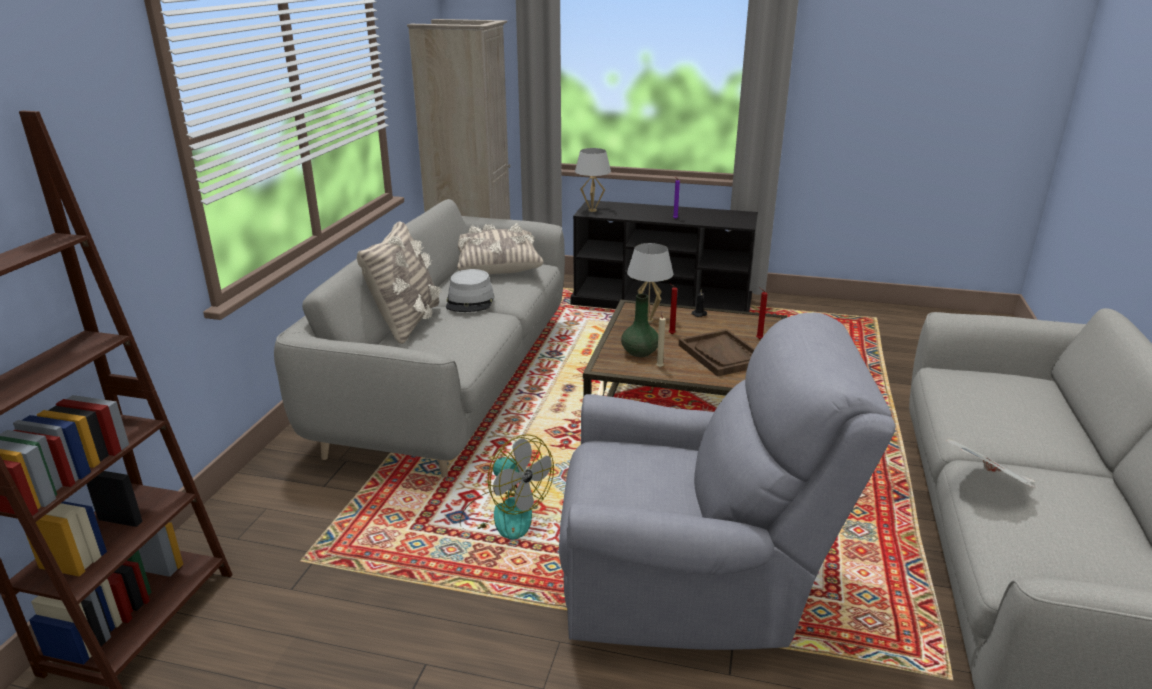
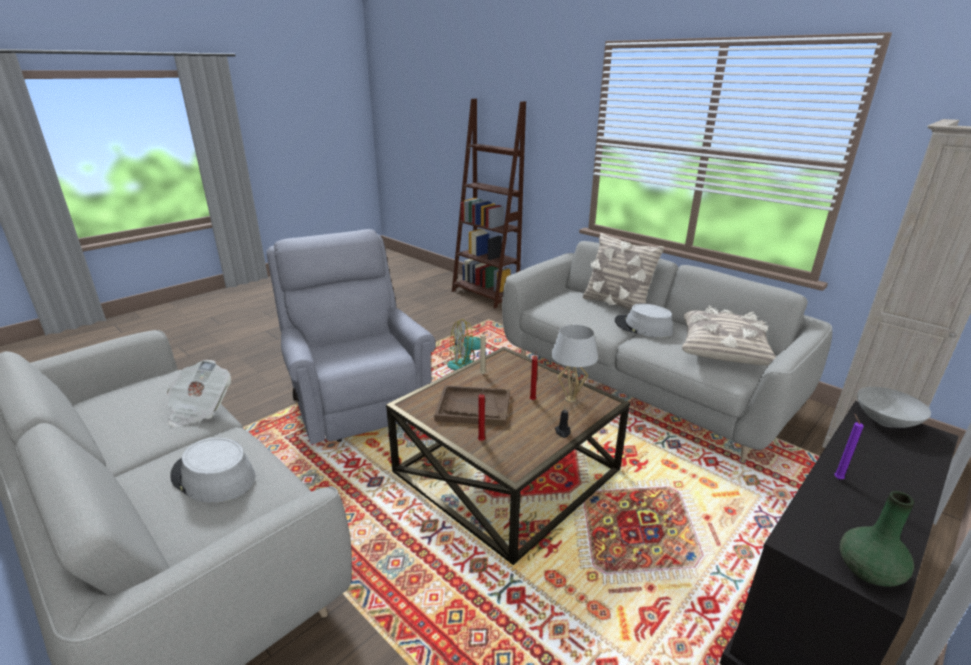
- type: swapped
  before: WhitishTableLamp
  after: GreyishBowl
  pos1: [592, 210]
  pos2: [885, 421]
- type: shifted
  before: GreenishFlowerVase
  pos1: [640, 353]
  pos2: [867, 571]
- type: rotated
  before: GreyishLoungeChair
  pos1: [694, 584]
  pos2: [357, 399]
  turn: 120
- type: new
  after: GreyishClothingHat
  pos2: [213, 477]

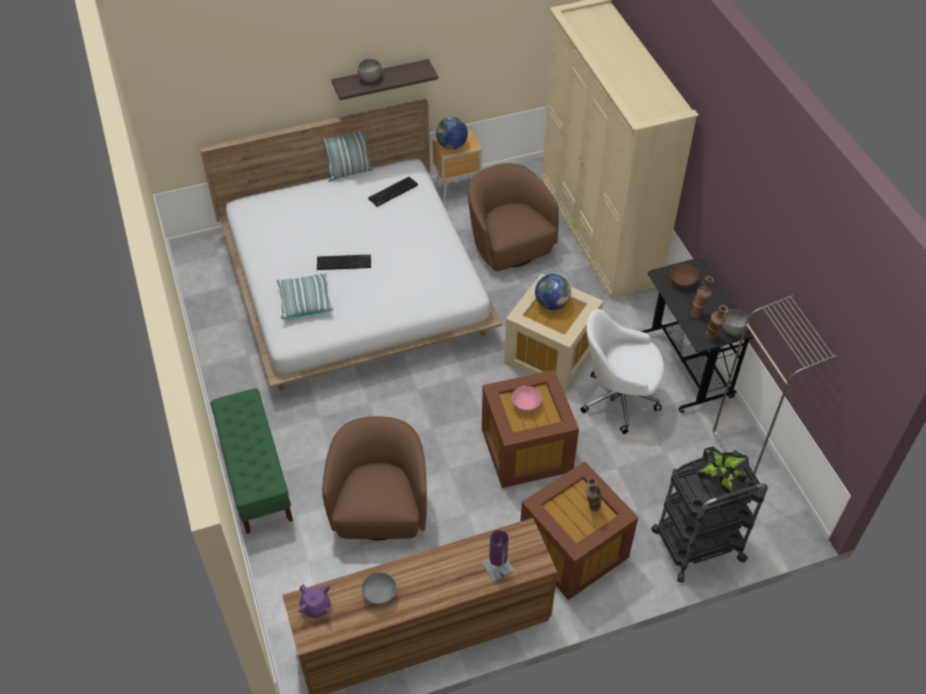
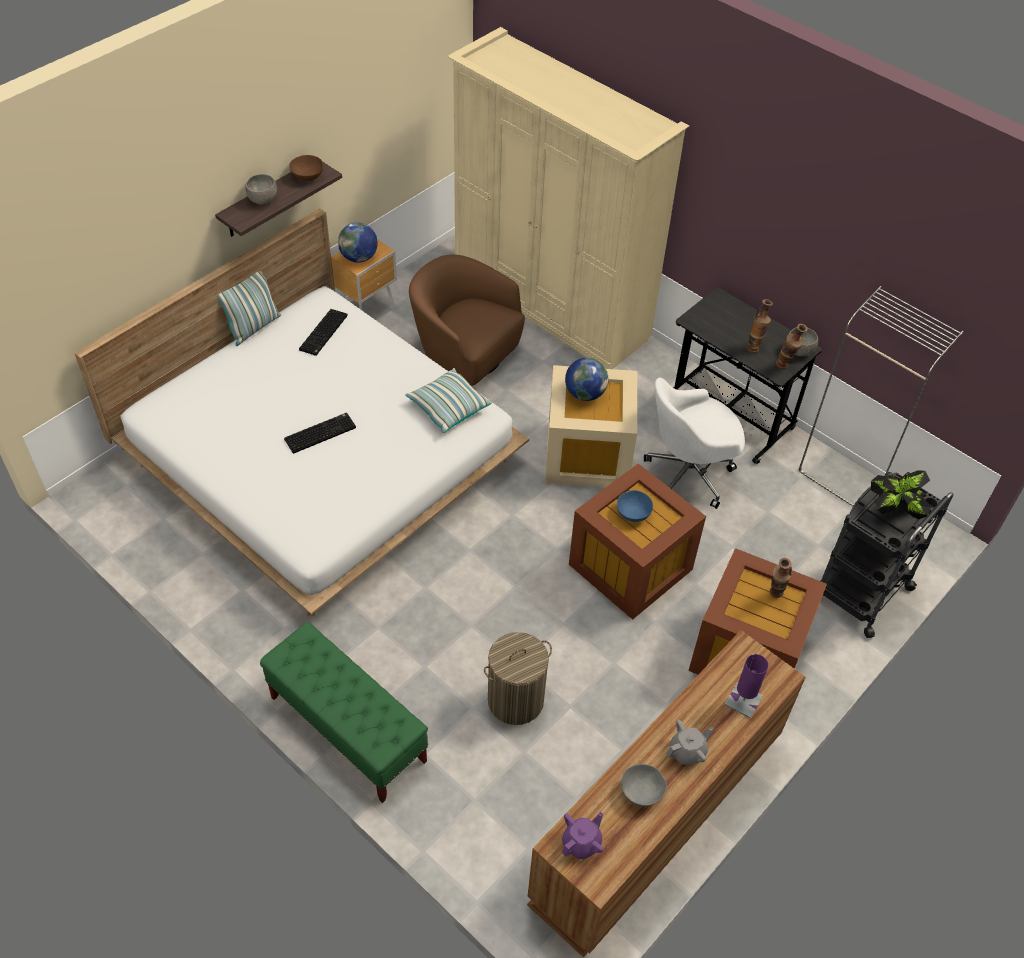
- type: shifted
  before: BrownColouredBowl
  pos1: [682, 282]
  pos2: [307, 176]
- type: shifted
  before: Cushion
  pos1: [305, 302]
  pos2: [448, 407]
- type: repainted
  before: PinkishBowl
  after: BlueColouredBowl
  pos1: [526, 405]
  pos2: [633, 513]
- type: swapped
  before: BrownColouredLoungeChair
  after: WashingBasket
  pos1: [379, 507]
  pos2: [515, 700]
- type: rotated
  before: PurpleTeaPot
  pos1: [316, 607]
  pos2: [581, 843]
  turn: -60
- type: new
  after: GreyishTeaPot
  pos2: [687, 751]

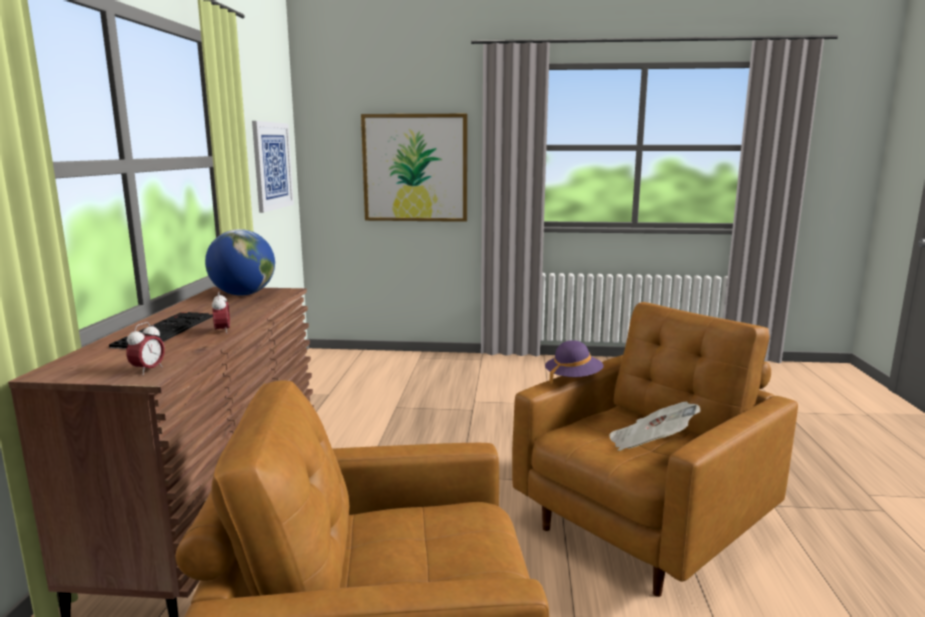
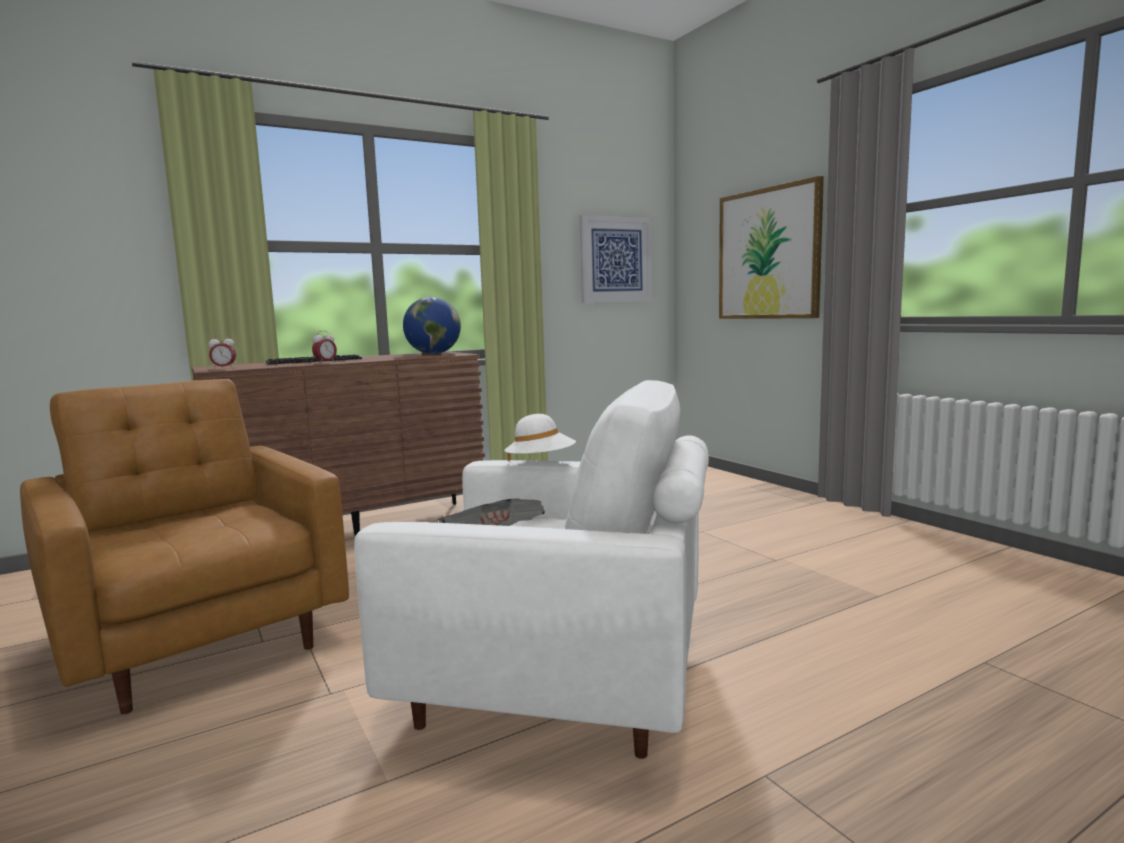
- type: repainted
  before: BrownColouredLoungeChair
  after: WhitishLoungeChair
  pos1: [645, 527]
  pos2: [558, 686]
- type: repainted
  before: PurpleClothingHat
  after: WhitishClothingHat
  pos1: [573, 379]
  pos2: [541, 463]

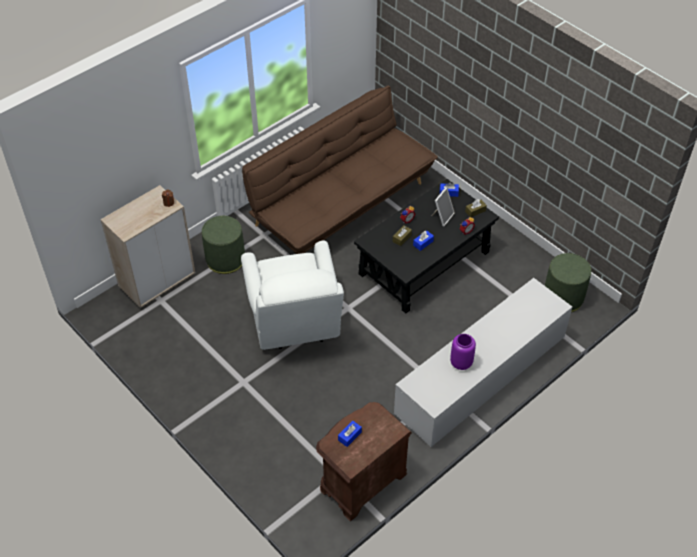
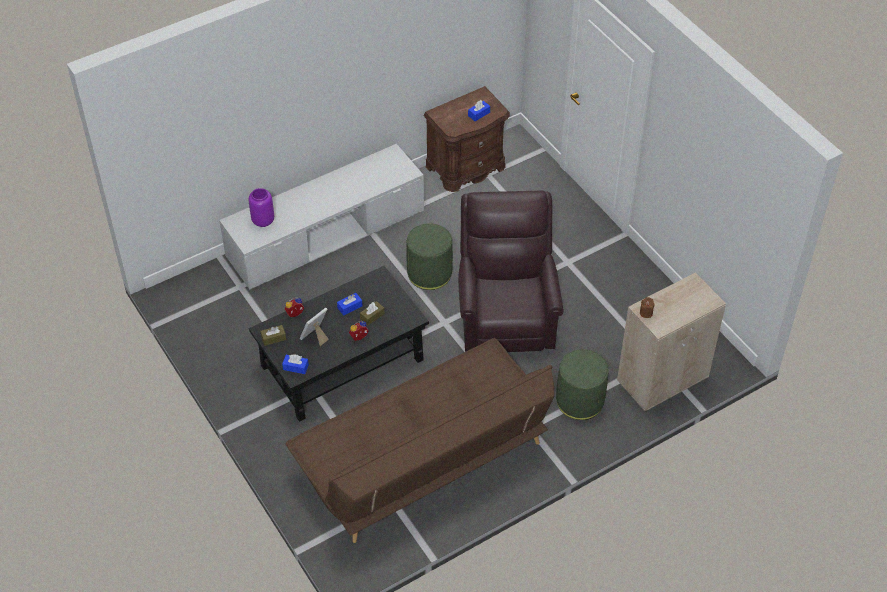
- type: repainted
  before: WhitishLoungeChair
  after: BrownColouredLoungeChair
  pos1: [295, 323]
  pos2: [506, 313]
- type: shifted
  before: GreenishOttoman
  pos1: [563, 297]
  pos2: [429, 273]
- type: shifted
  before: PurpleFlowerVase
  pos1: [461, 362]
  pos2: [262, 221]

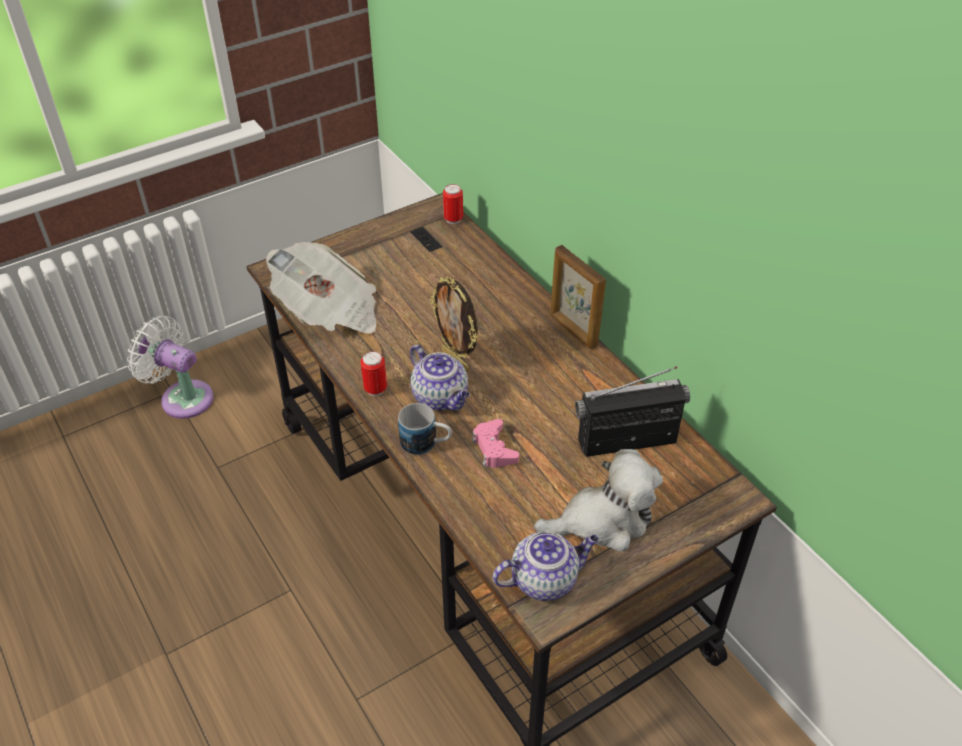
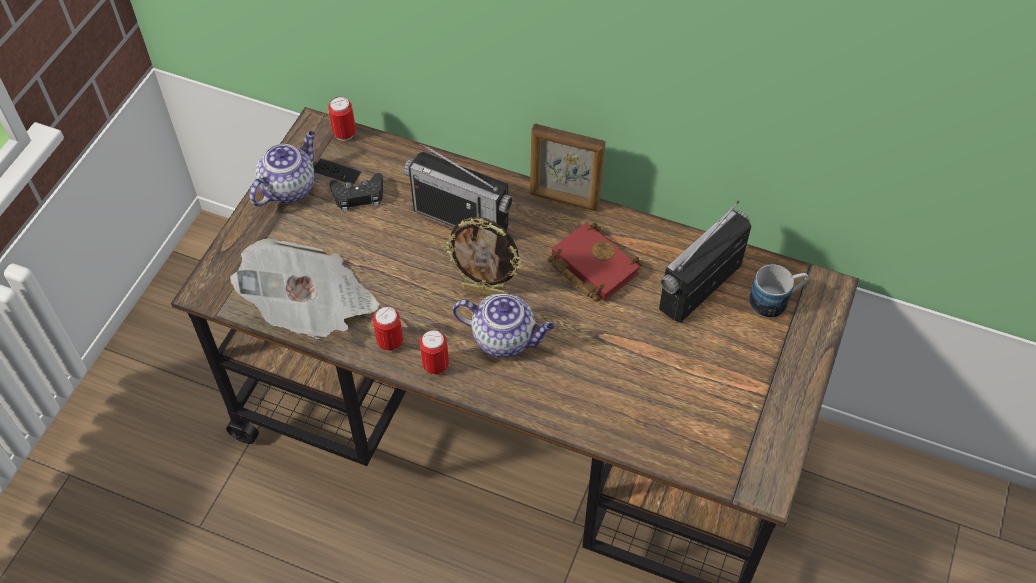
- type: gone
  before: WhitishFan
  pos1: [182, 397]
- type: shifted
  before: Mug
  pos1: [426, 443]
  pos2: [776, 300]
- type: gone
  before: PinkishGameController
  pos1: [494, 449]
- type: gone
  before: SoftToy
  pos1: [603, 521]
- type: shifted
  before: TeaPot
  pos1: [545, 579]
  pos2: [289, 187]
- type: new
  after: Radio
  pos2: [461, 219]
- type: new
  after: BlackGameController
  pos2: [358, 196]
- type: new
  after: RedColouredBook
  pos2: [590, 267]
- type: new
  after: Can
  pos2: [390, 342]

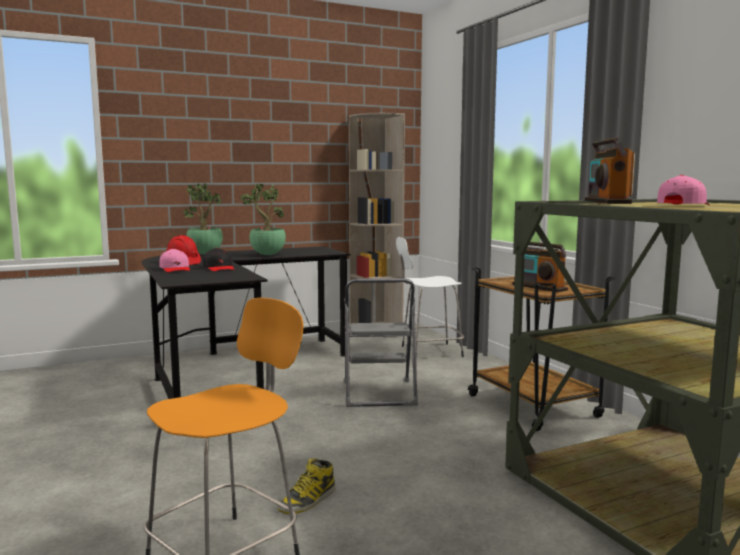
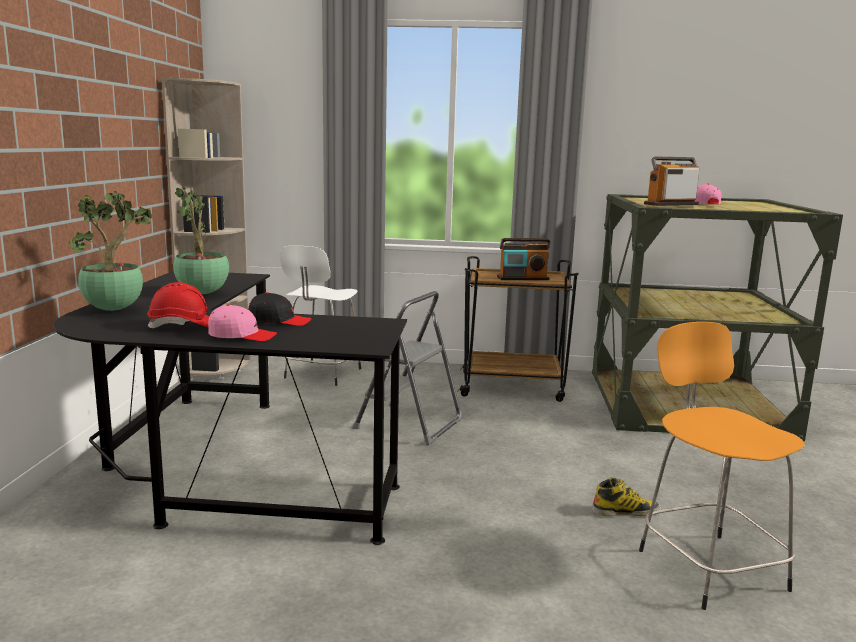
- type: rotated
  before: Radio
  pos1: [606, 202]
  pos2: [671, 204]
  turn: 120
- type: rotated
  before: Boot
  pos1: [308, 501]
  pos2: [625, 511]
  turn: -75

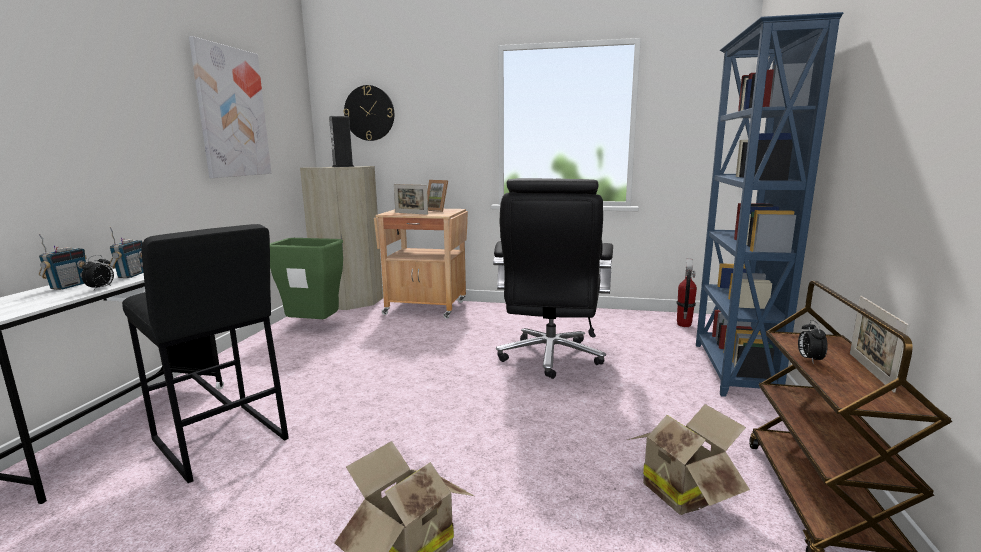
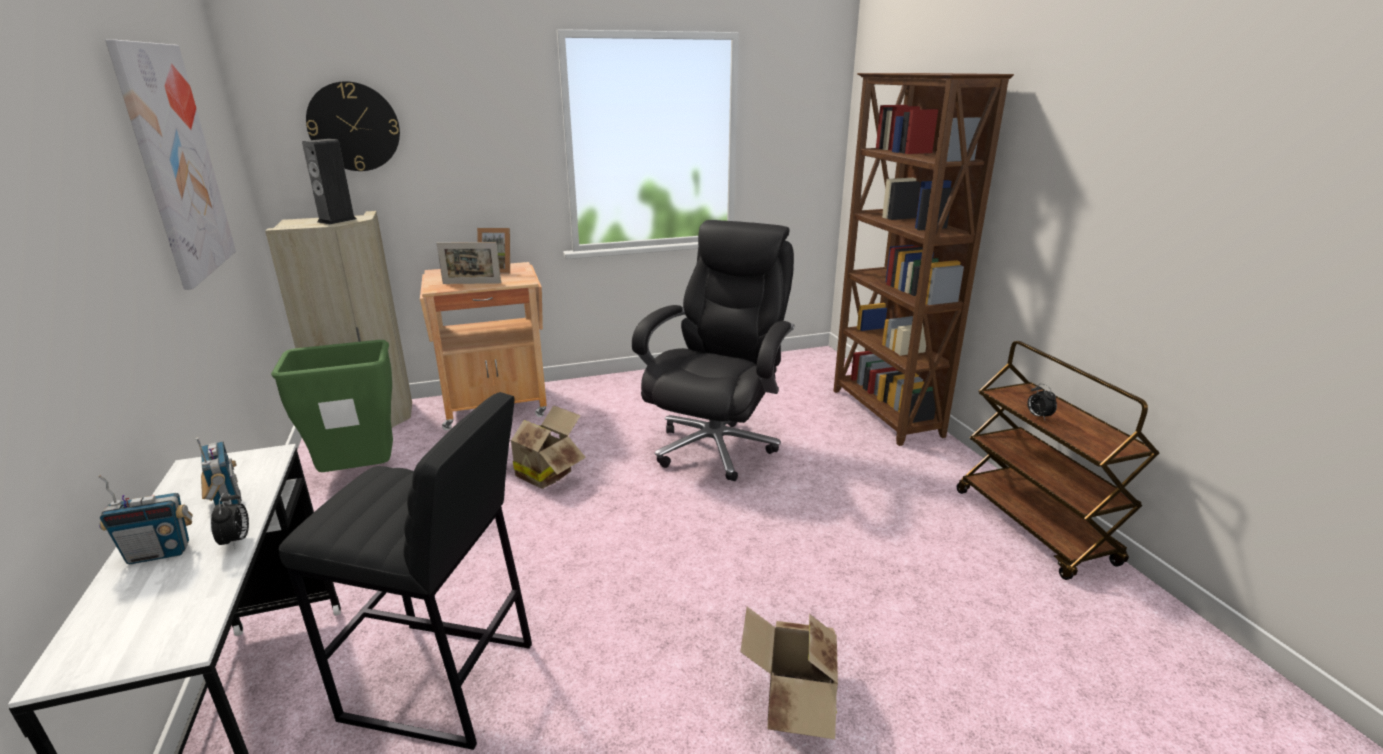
- type: repainted
  before: BlueColouredBookshelf
  after: BrownColouredBookshelf
  pos1: [732, 370]
  pos2: [885, 413]
- type: rotated
  before: BlackComputerChair
  pos1: [550, 360]
  pos2: [717, 446]
  turn: -135
- type: rotated
  before: Radio
  pos1: [69, 286]
  pos2: [159, 553]
  turn: 90
- type: gone
  before: FireFightingCylinder
  pos1: [684, 324]
- type: gone
  before: PhotoFrame
  pos1: [870, 371]
- type: shifted
  before: Carton
  pos1: [683, 490]
  pos2: [545, 473]

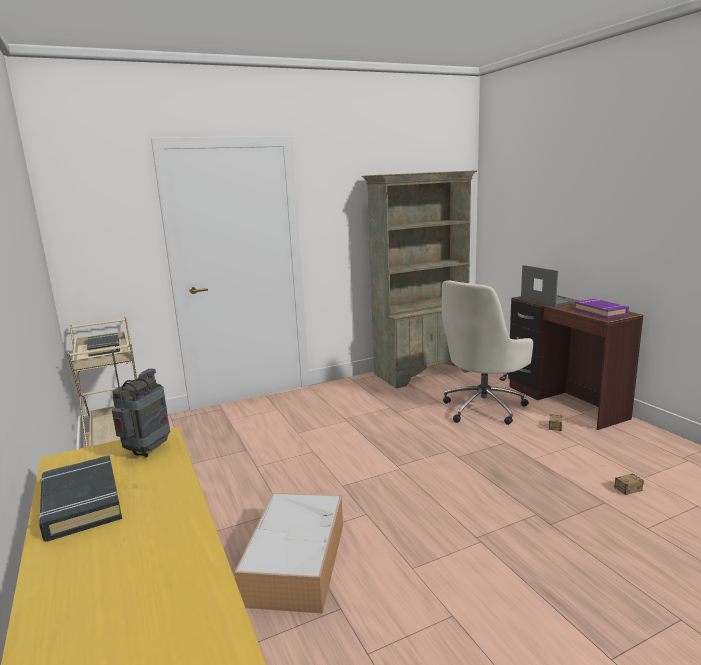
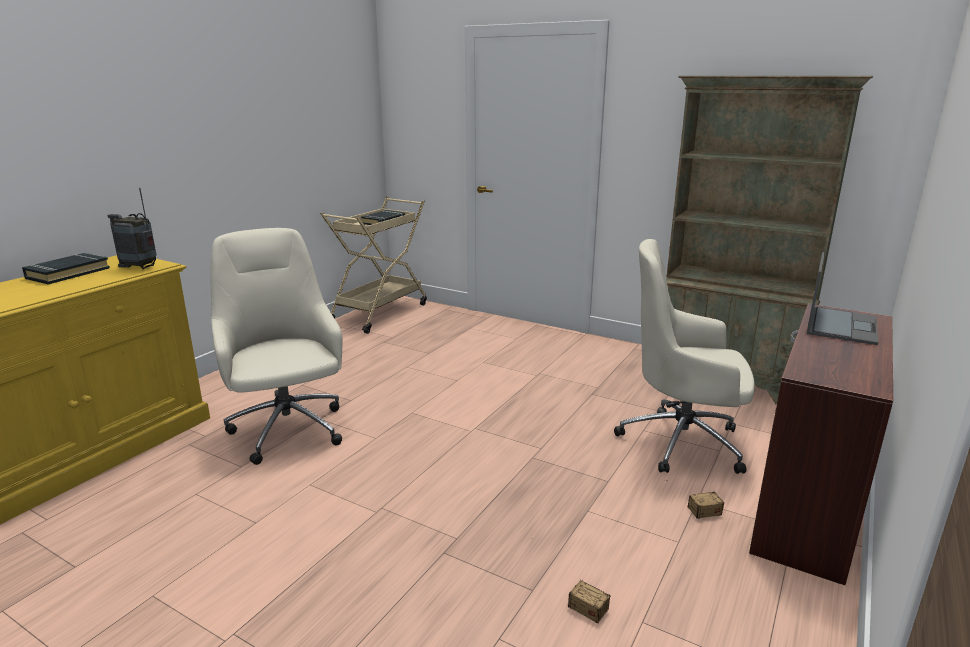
- type: gone
  before: PurpleBook
  pos1: [601, 312]
- type: rotated
  before: Radio
  pos1: [148, 451]
  pos2: [140, 267]
  turn: -150
- type: swapped
  before: StorageBin
  after: BeigeComputerChair
  pos1: [296, 561]
  pos2: [288, 429]

